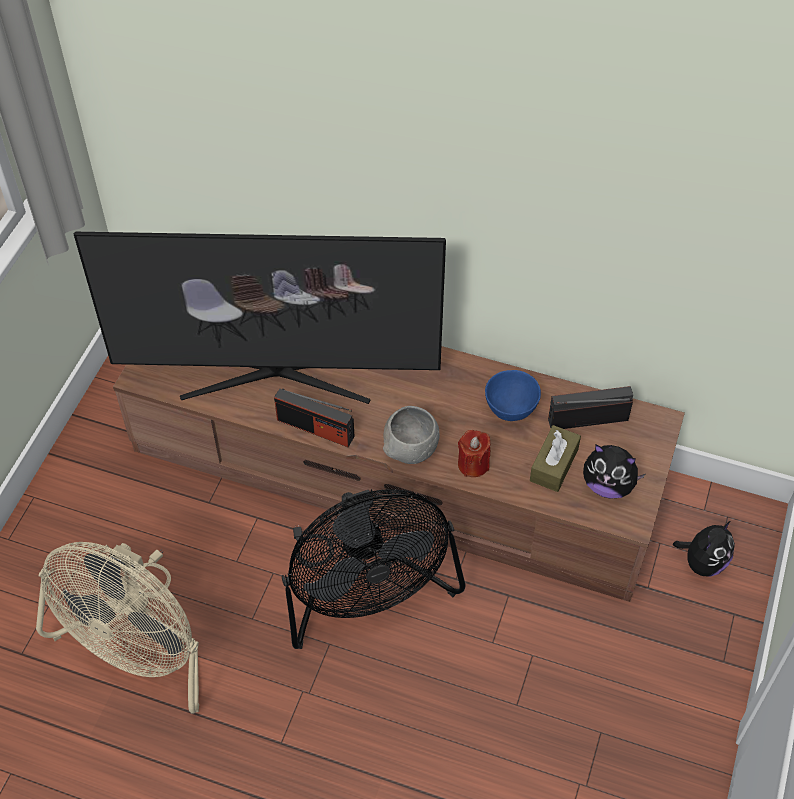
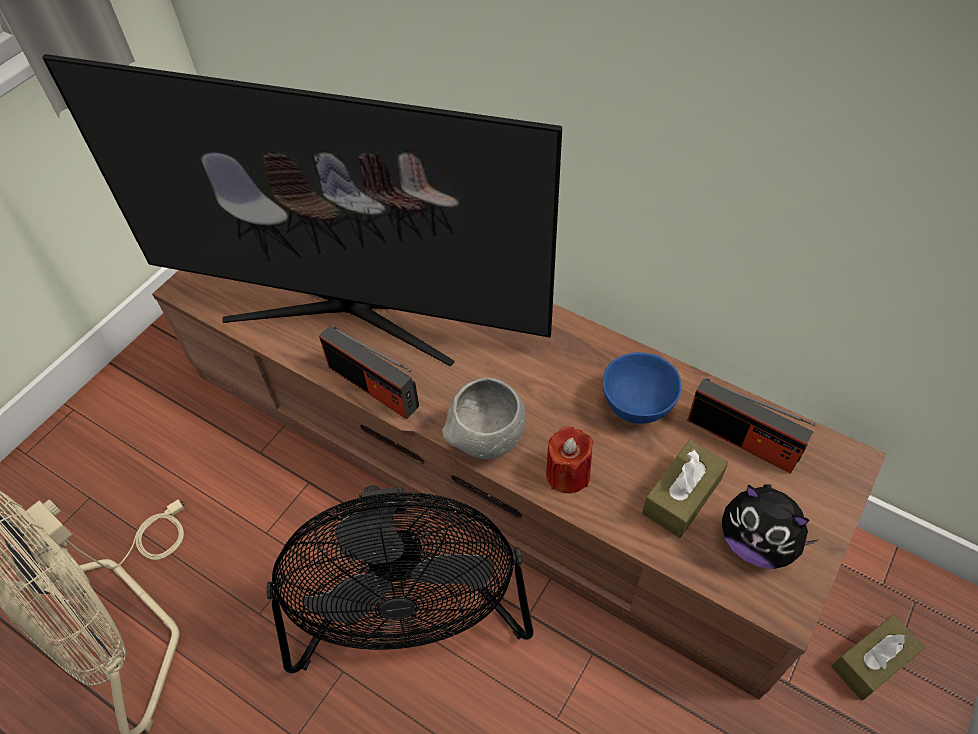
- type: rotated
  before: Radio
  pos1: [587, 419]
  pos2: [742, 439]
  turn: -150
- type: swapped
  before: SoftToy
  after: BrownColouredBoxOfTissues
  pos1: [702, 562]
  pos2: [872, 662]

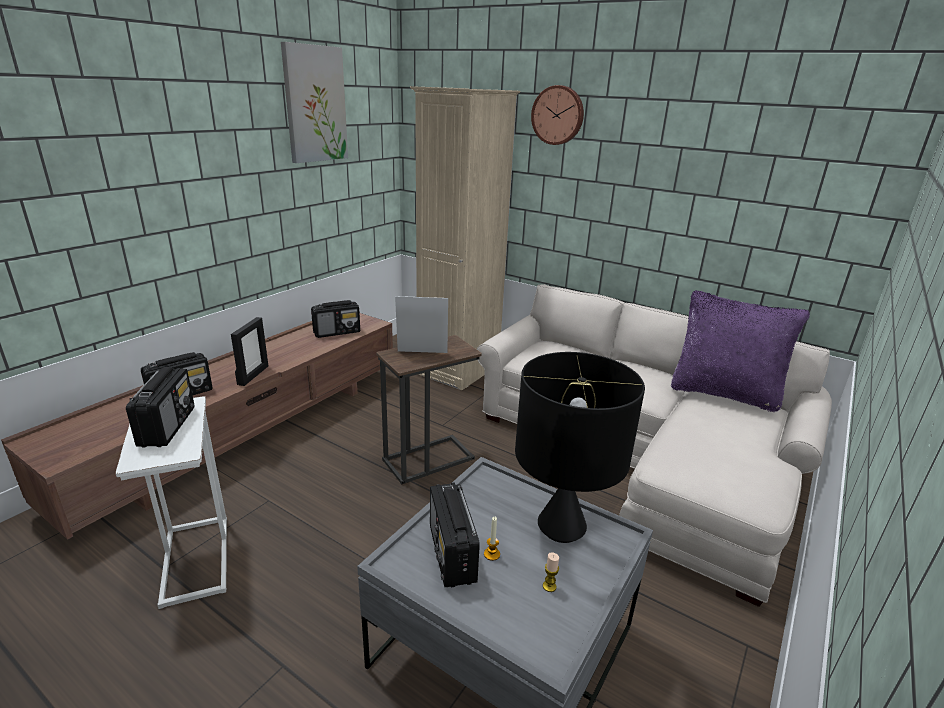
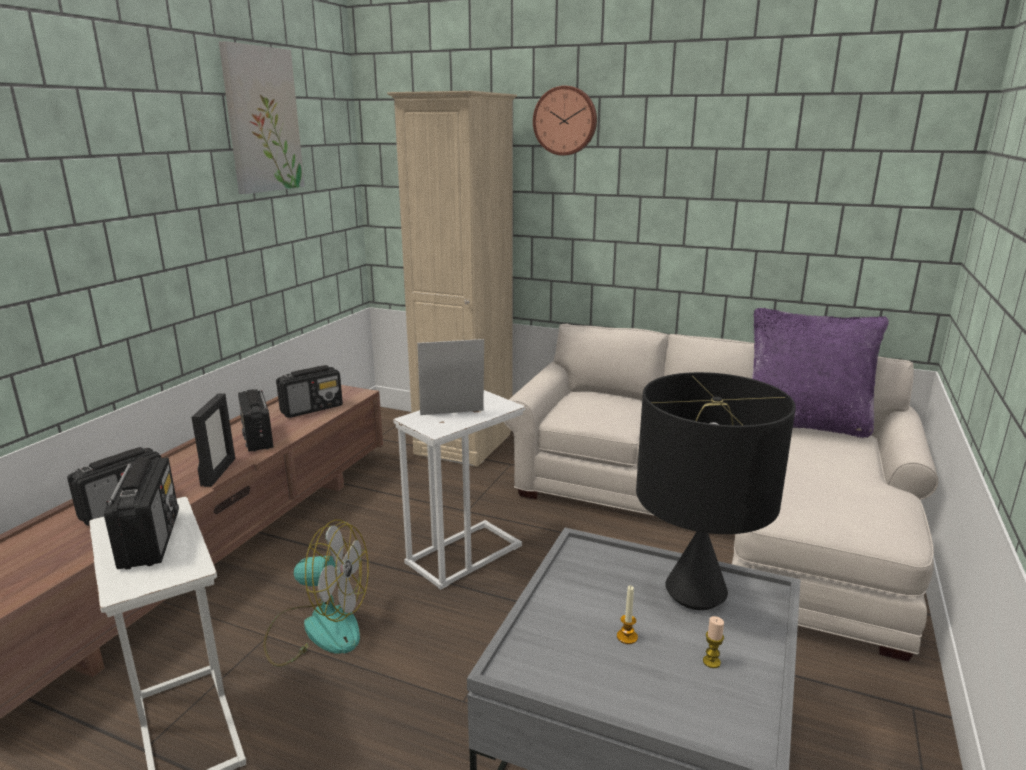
- type: repainted
  before: BrownColouredAccentTable
  after: WhitishAccentTable
  pos1: [428, 460]
  pos2: [464, 555]
- type: shifted
  before: Radio
  pos1: [452, 554]
  pos2: [257, 438]
- type: new
  after: Fan
  pos2: [318, 628]

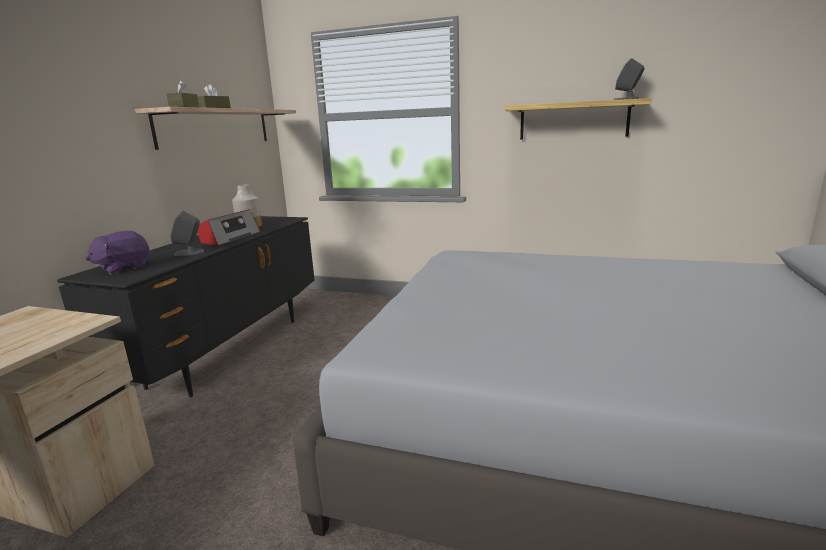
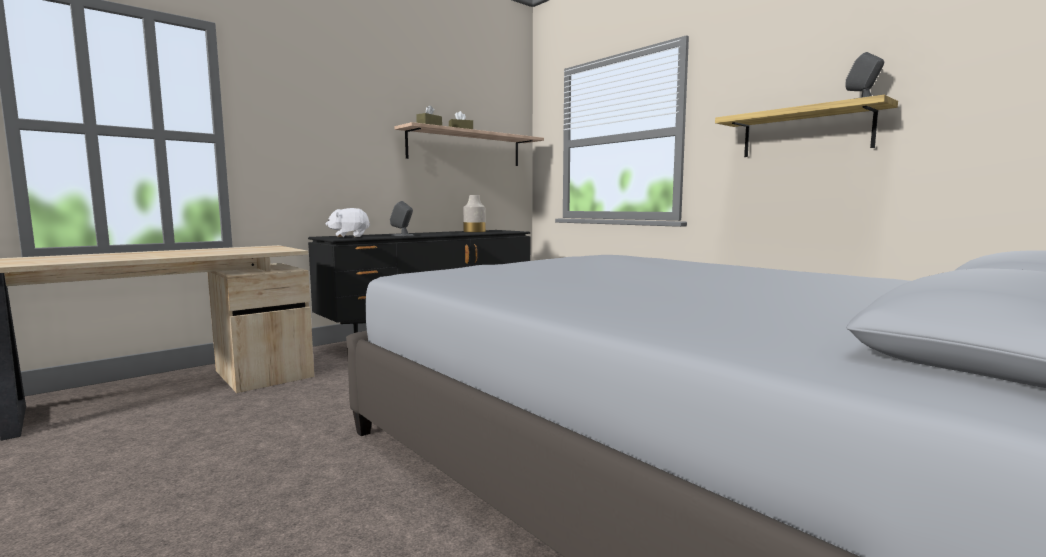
- type: gone
  before: Radio
  pos1: [230, 238]
- type: repainted
  before: PurpleSoftToy
  after: WhitishSoftToy
  pos1: [123, 268]
  pos2: [349, 236]

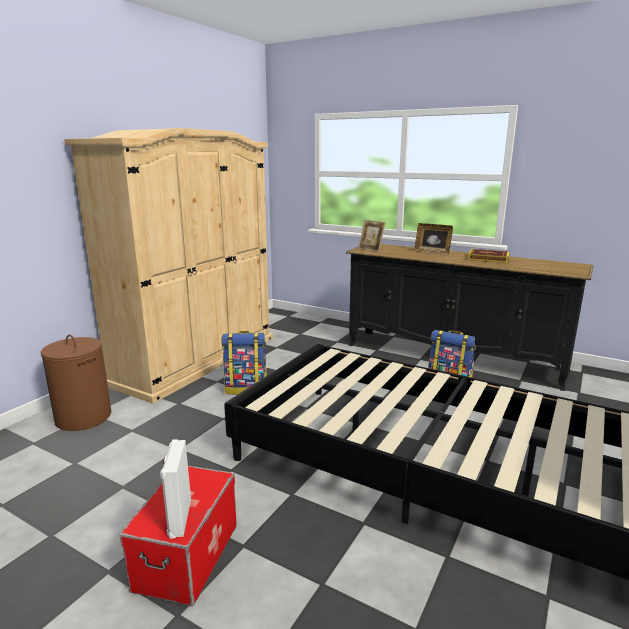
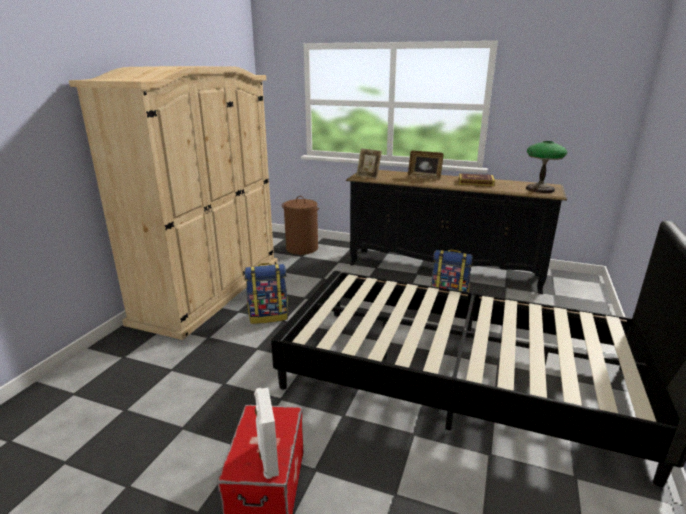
- type: shifted
  before: BrownColouredWashingBasket
  pos1: [83, 417]
  pos2: [301, 248]
- type: new
  after: TableLamp
  pos2: [540, 189]

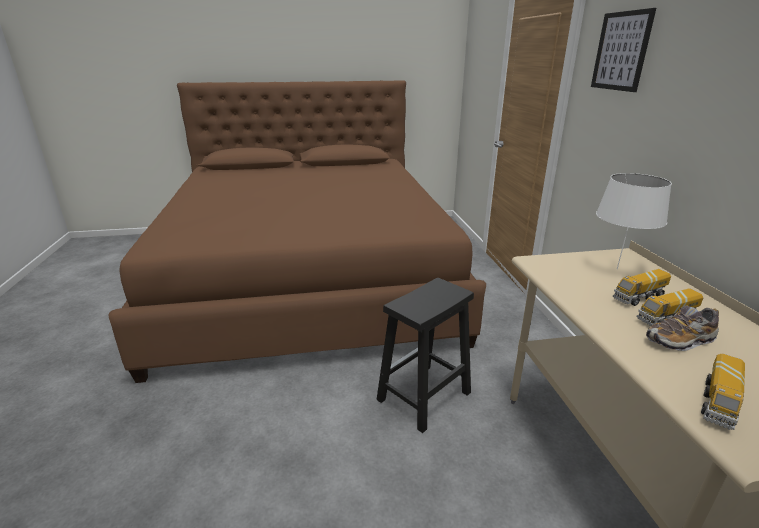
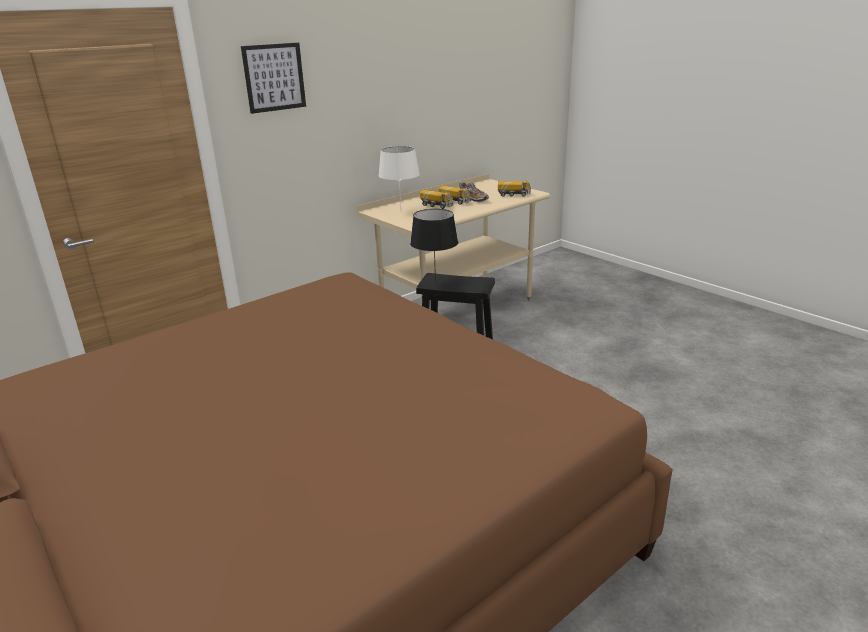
- type: new
  after: BlackTableLamp
  pos2: [435, 283]

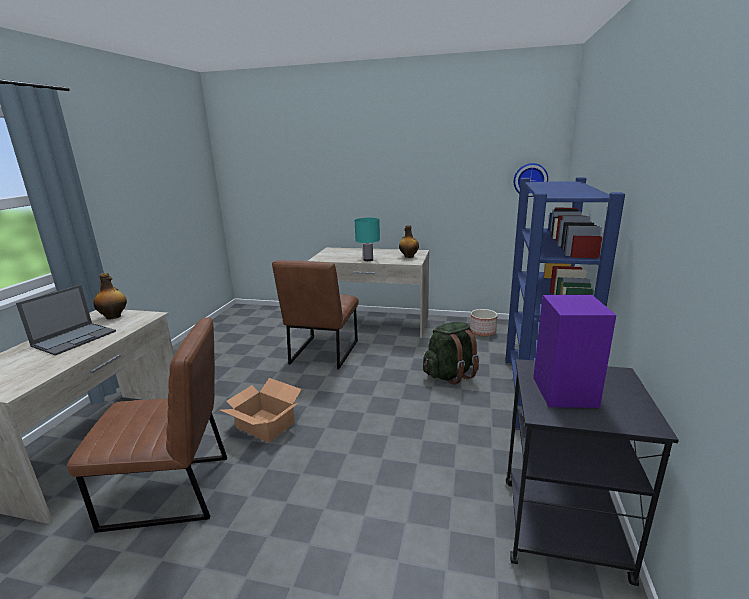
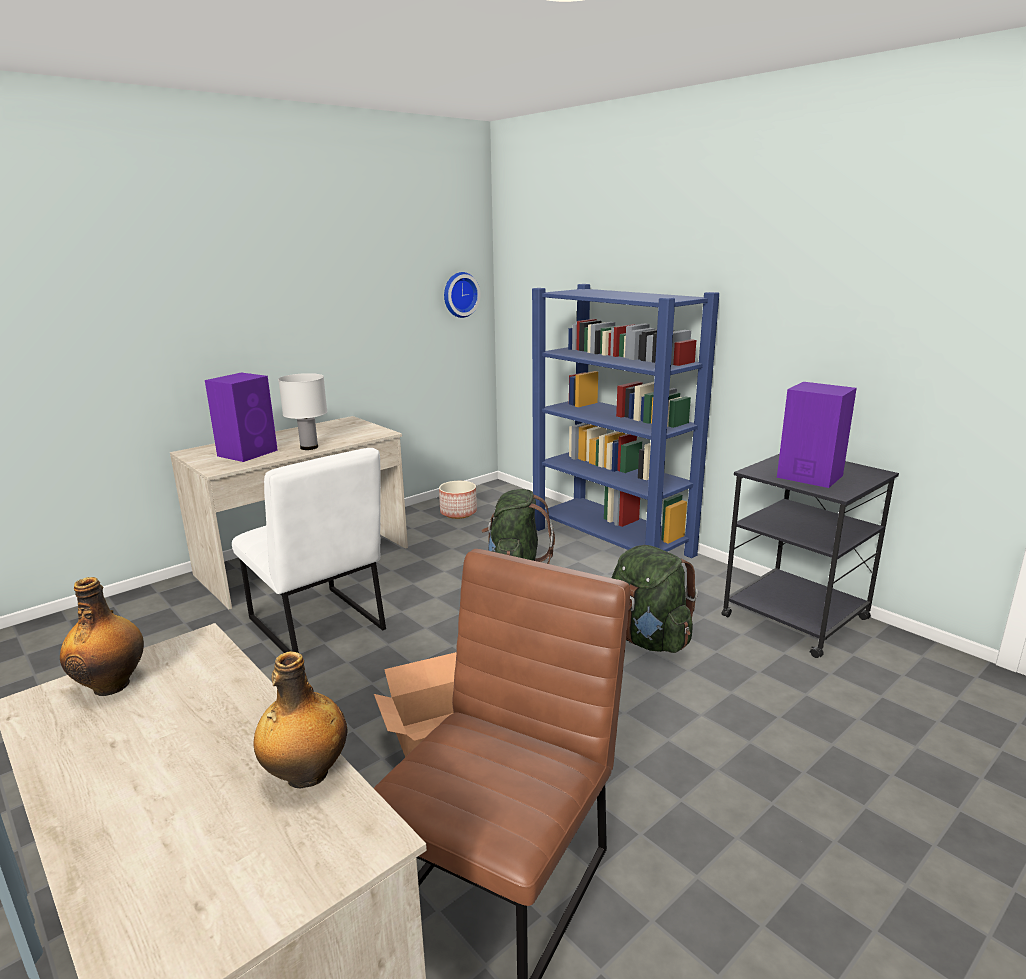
- type: repainted
  before: BlueGreenTableLamp
  after: WhitishTableLamp
  pos1: [368, 260]
  pos2: [309, 447]
- type: shifted
  before: BeverageBottle
  pos1: [408, 256]
  pos2: [306, 775]
- type: repainted
  before: BrownColouredPlainChair
  after: WhitishPlainChair
  pos1: [323, 353]
  pos2: [317, 625]
- type: gone
  before: PortableComputer
  pos1: [75, 338]
- type: new
  after: PurpleSpeaker
  pos2: [248, 453]
- type: new
  after: GreenishRucksack
  pos2: [647, 639]

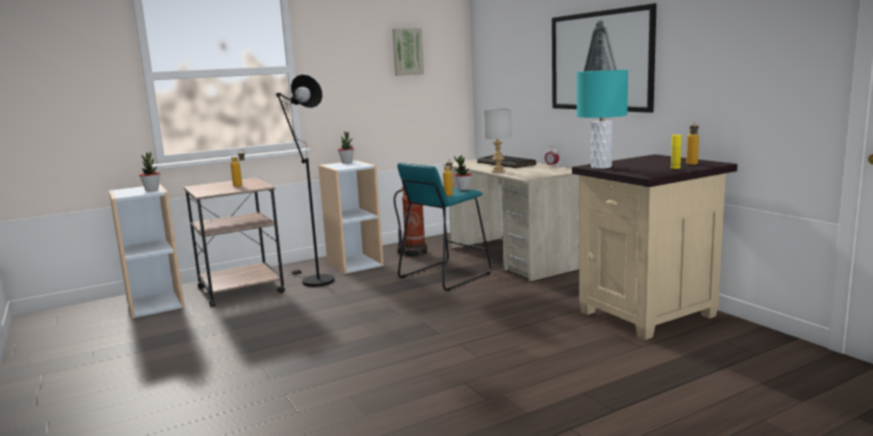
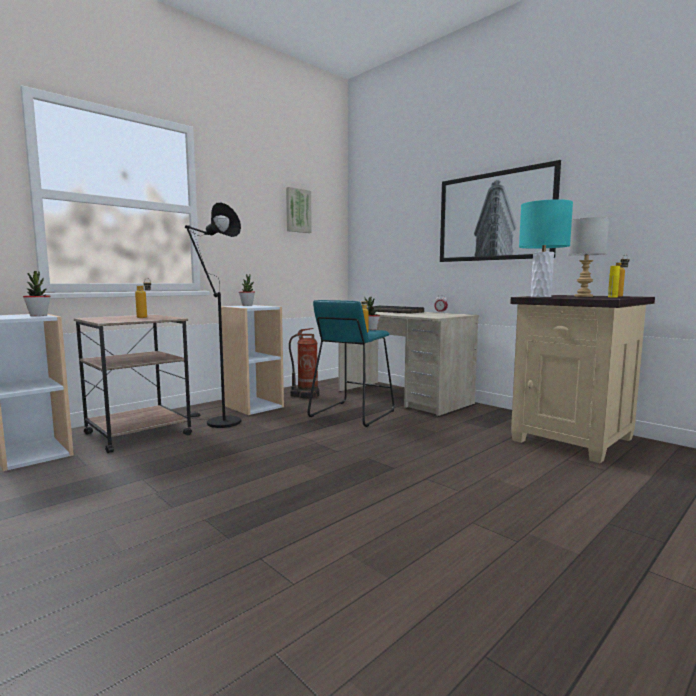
- type: shifted
  before: GreyishTableLamp
  pos1: [498, 171]
  pos2: [583, 296]

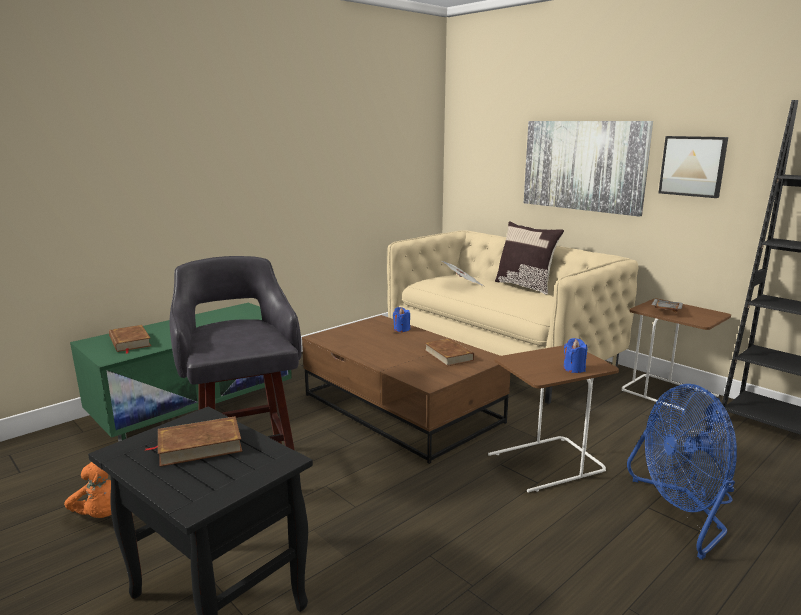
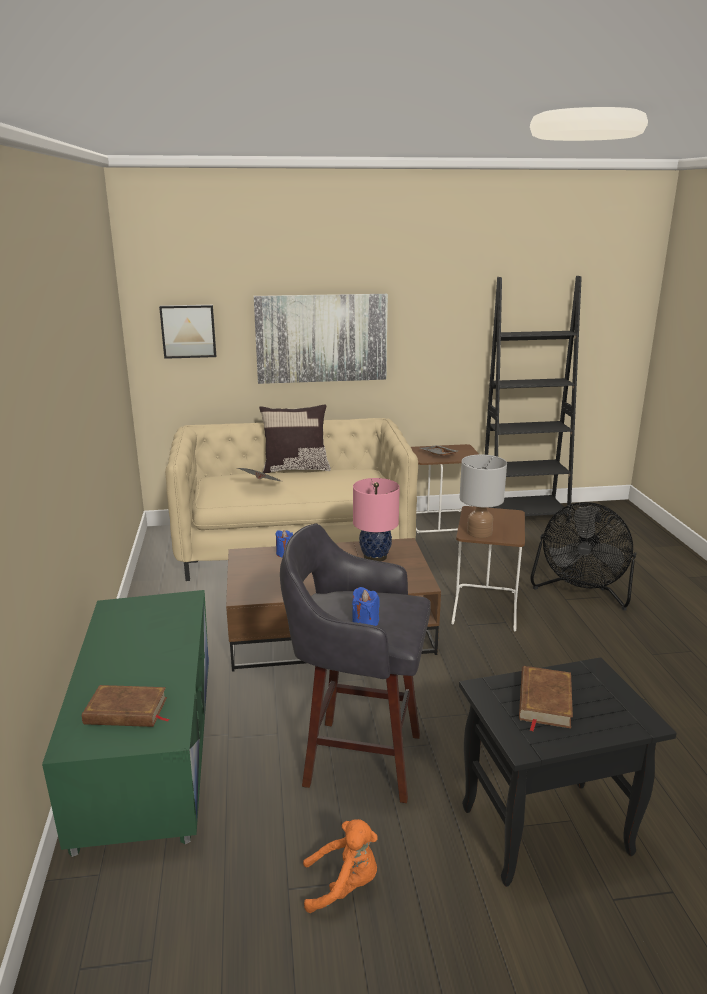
- type: shifted
  before: WallPicture
  pos1: [693, 166]
  pos2: [188, 331]
- type: swapped
  before: BrownColouredBook
  after: PinkishTableLamp
  pos1: [448, 355]
  pos2: [375, 556]
- type: shifted
  before: BlueColouredWaxLight
  pos1: [574, 369]
  pos2: [365, 623]
- type: repainted
  before: BlueColouredFan
  after: BlackFan
  pos1: [685, 510]
  pos2: [578, 590]
- type: new
  after: GreyishTableLamp
  pos2: [479, 533]

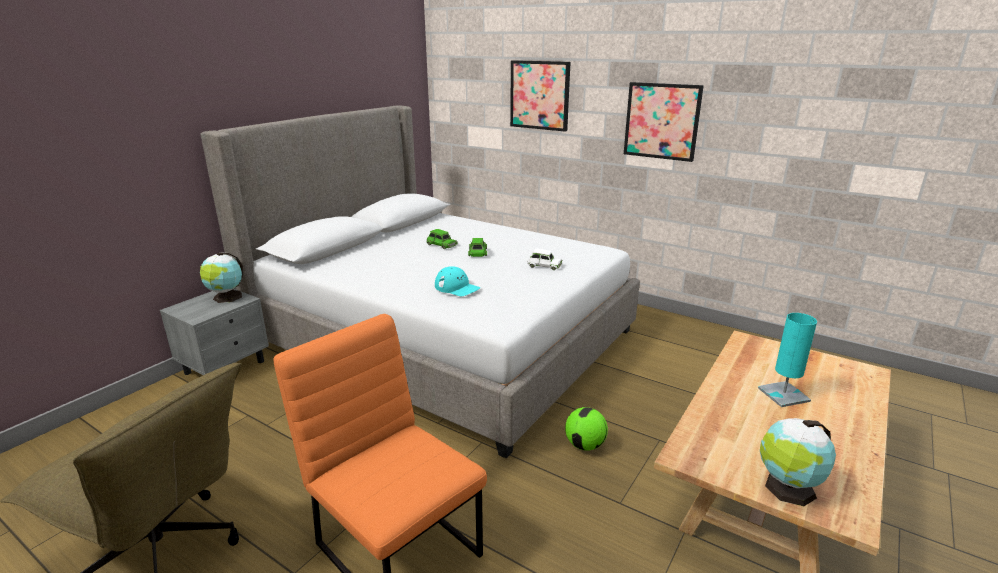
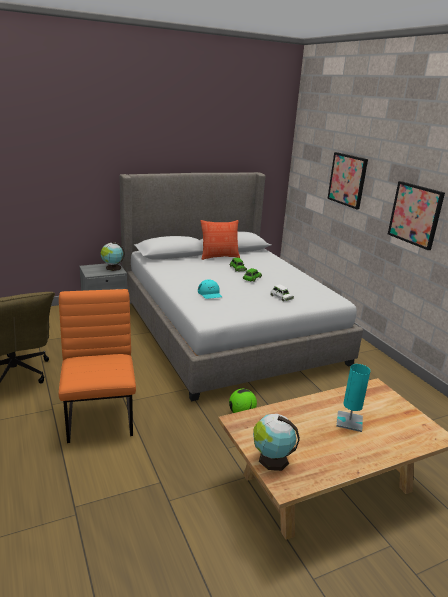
- type: new
  after: OrangeColouredCushion
  pos2: [219, 257]

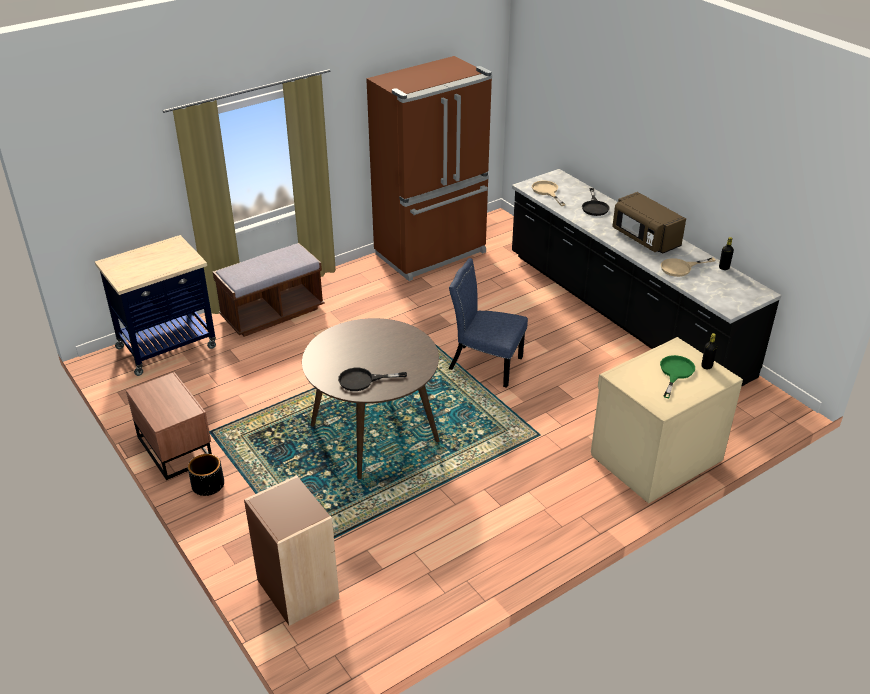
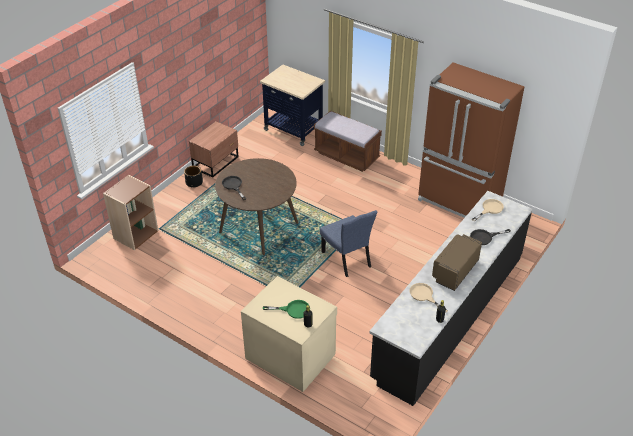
- type: rotated
  before: BlueColouredPlainChair
  pos1: [486, 365]
  pos2: [347, 258]
  turn: 150

